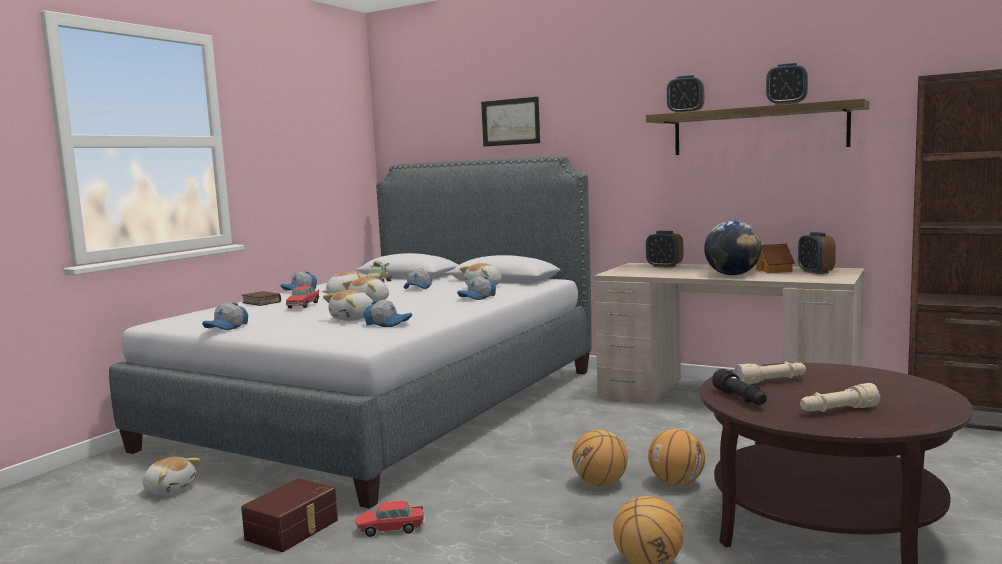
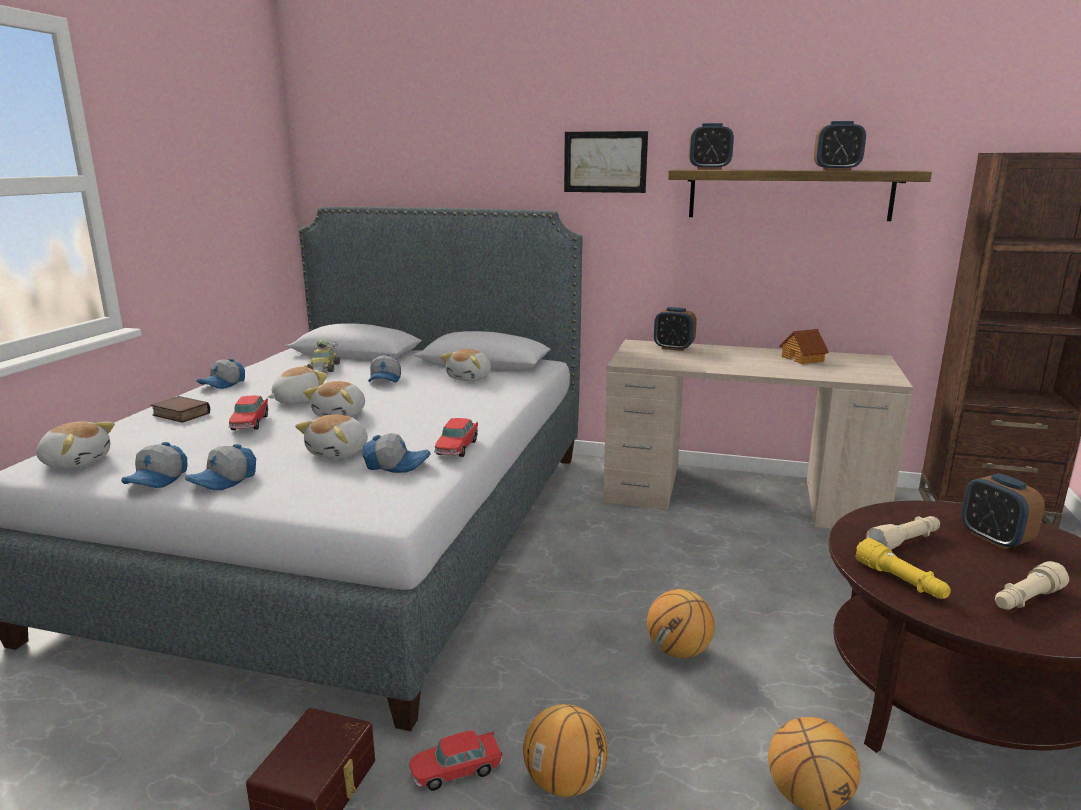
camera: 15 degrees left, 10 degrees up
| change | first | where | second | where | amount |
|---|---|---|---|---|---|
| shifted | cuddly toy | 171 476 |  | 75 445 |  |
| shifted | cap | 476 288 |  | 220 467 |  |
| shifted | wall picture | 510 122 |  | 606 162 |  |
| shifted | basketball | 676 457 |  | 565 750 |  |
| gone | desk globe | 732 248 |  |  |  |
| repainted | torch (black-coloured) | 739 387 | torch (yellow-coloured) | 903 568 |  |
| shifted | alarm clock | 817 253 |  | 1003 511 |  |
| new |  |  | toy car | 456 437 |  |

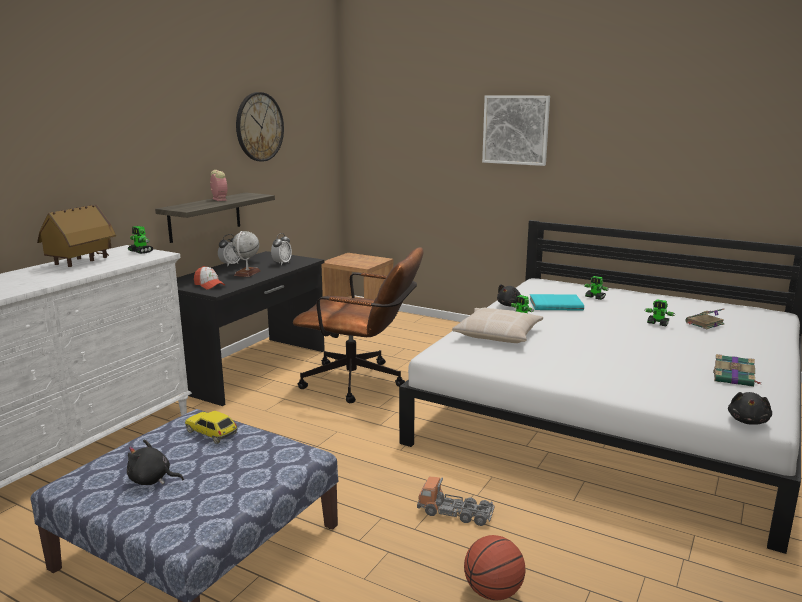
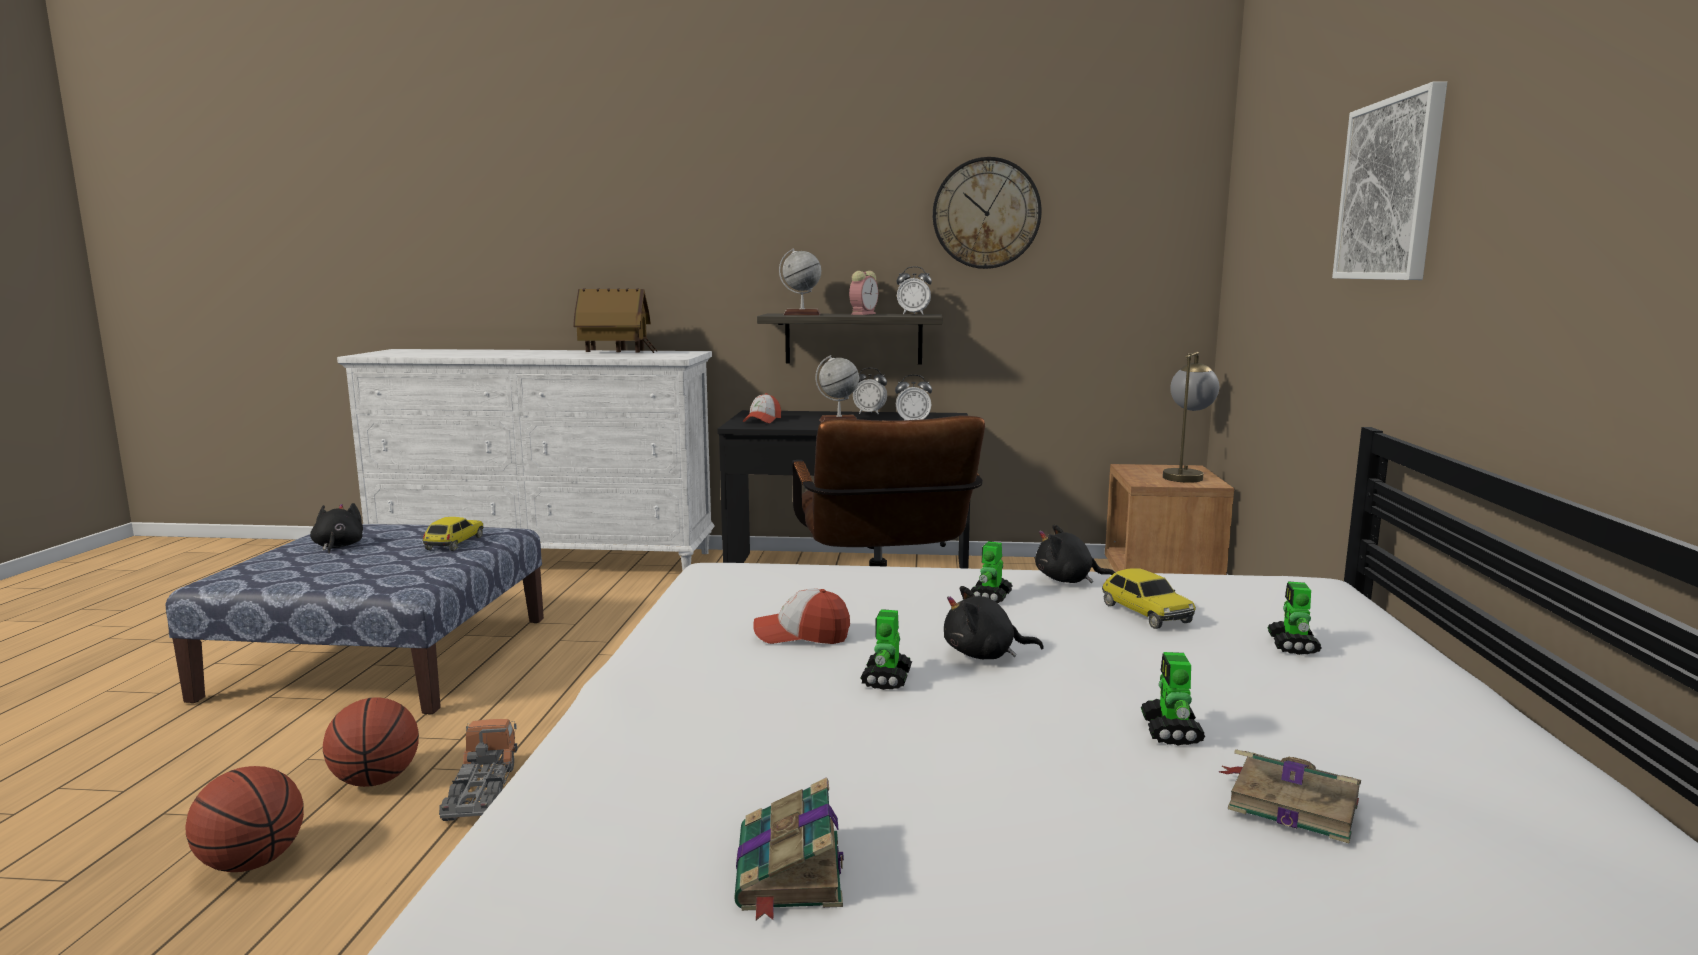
camera: 65 degrees right, 5 degrees down
| change | first | where | second | where | amount |
|---|---|---|---|---|---|
| shifted | model robot | 140 240 |  | 886 649 |  |
| gone | throw pillow (beige-coloured) | 497 325 |  |  |  |
| swapped | book (turquoise-coloured) | 557 302 | toy car | 1149 598 |  |
| shifted | cuddly toy (black-coloured) | 750 408 |  | 994 622 |  |
| new |  |  | basketball | 371 742 |  |
| new |  |  | cap | 801 616 |  |
| new |  |  | desk globe | 800 281 |  |
| new |  |  | alarm clock | 914 290 |  |
| new |  |  | table lamp | 1191 417 |  |

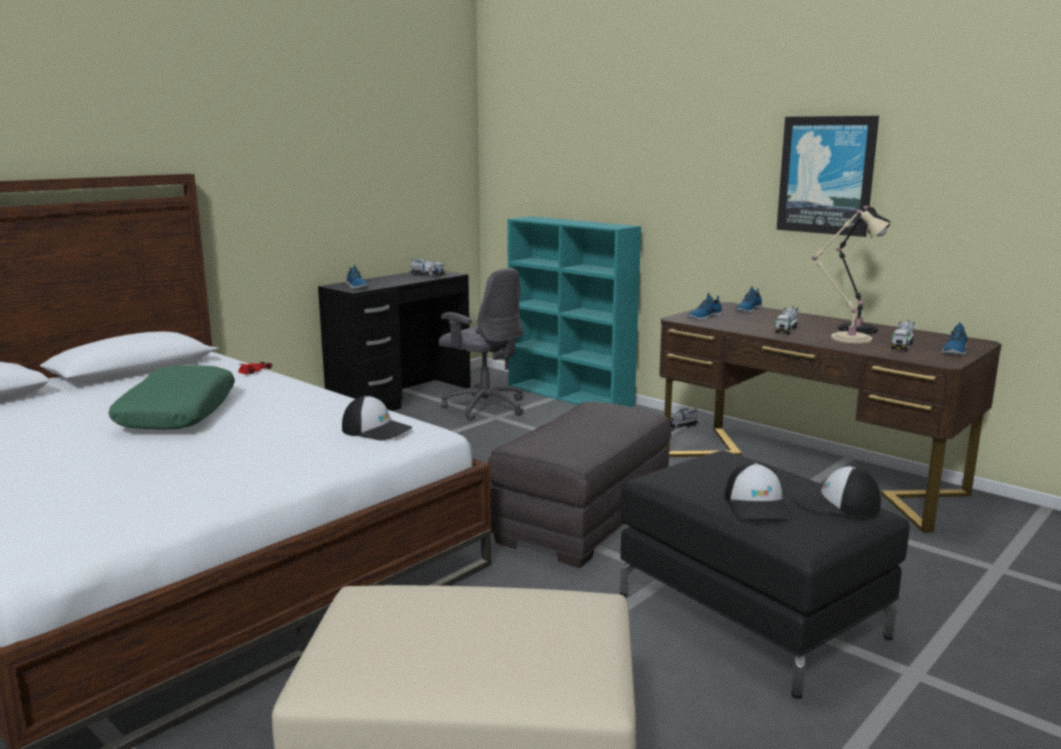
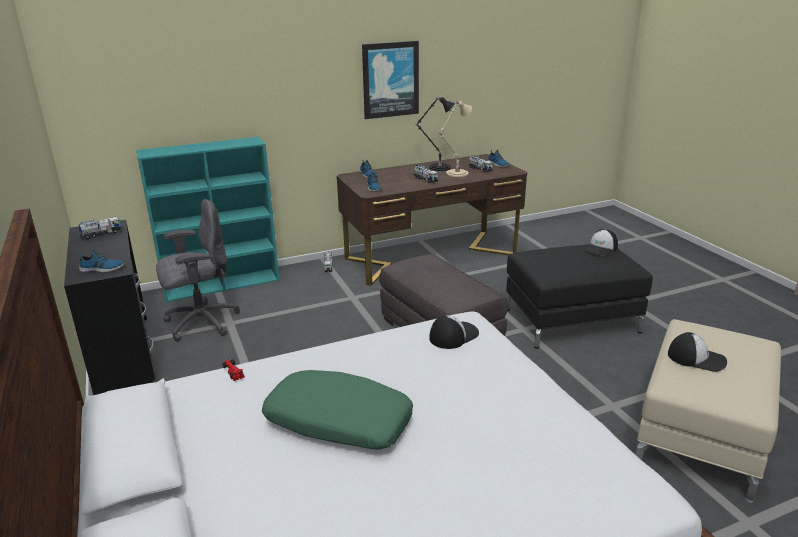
camera: 65 degrees left, 10 degrees up
| change | first | where | second | where | amount |
|---|---|---|---|---|---|
| shifted | cap | 758 490 |  | 697 352 |  |

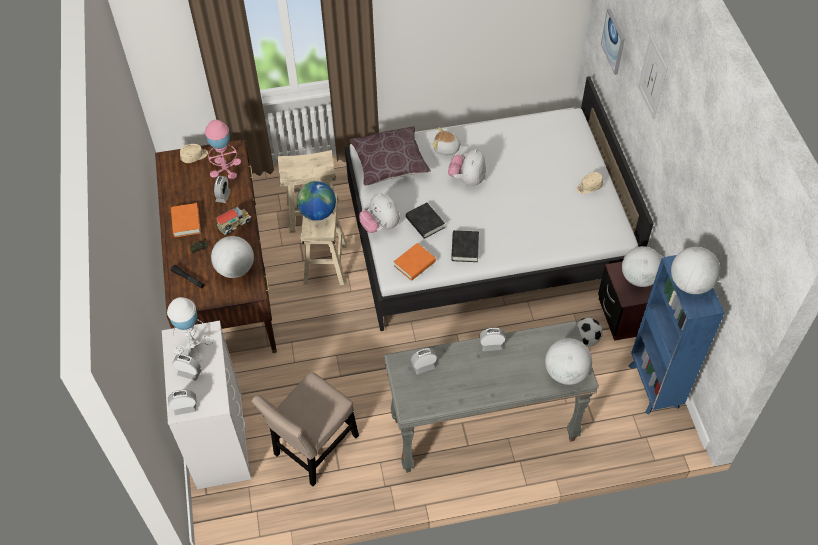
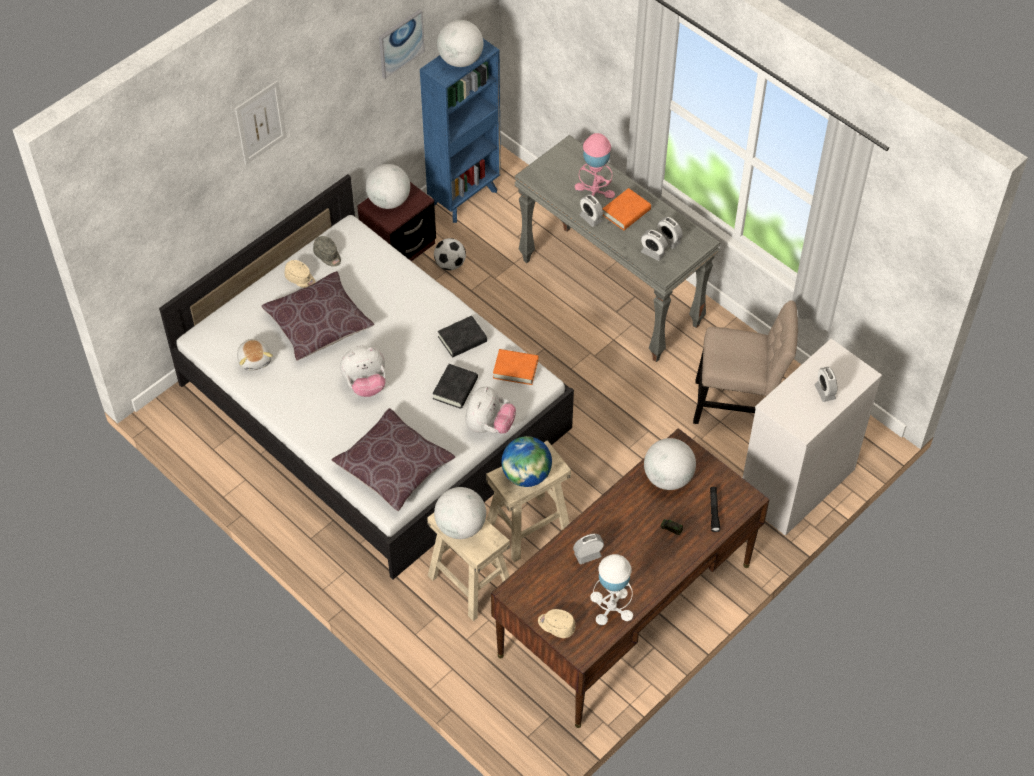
camera: 125 degrees left, 0 degrees up
| change | first | where | second | where | amount |
|---|---|---|---|---|---|
| shifted | table lamp (whitish) | 190 329 |  | 611 589 |  |
| shifted | alarm clock | 182 402 |  | 670 233 |  |
| shifted | book (orange) | 186 220 |  | 626 209 |  |
| shifted | table lamp (pinkish) | 223 149 |  | 595 166 |  |
| gone | model truck | 233 221 |  |  |  |
| shifted | cuddly toy | 448 141 |  | 255 355 |  |
| shifted | desk globe | 568 361 |  | 460 513 |  |
| shifted | wall picture | 613 42 |  | 402 44 |  |
| new |  |  | throw pillow (brown-coloured) | 317 316 |  |
| new |  |  | cap (greyish) | 327 251 |  |

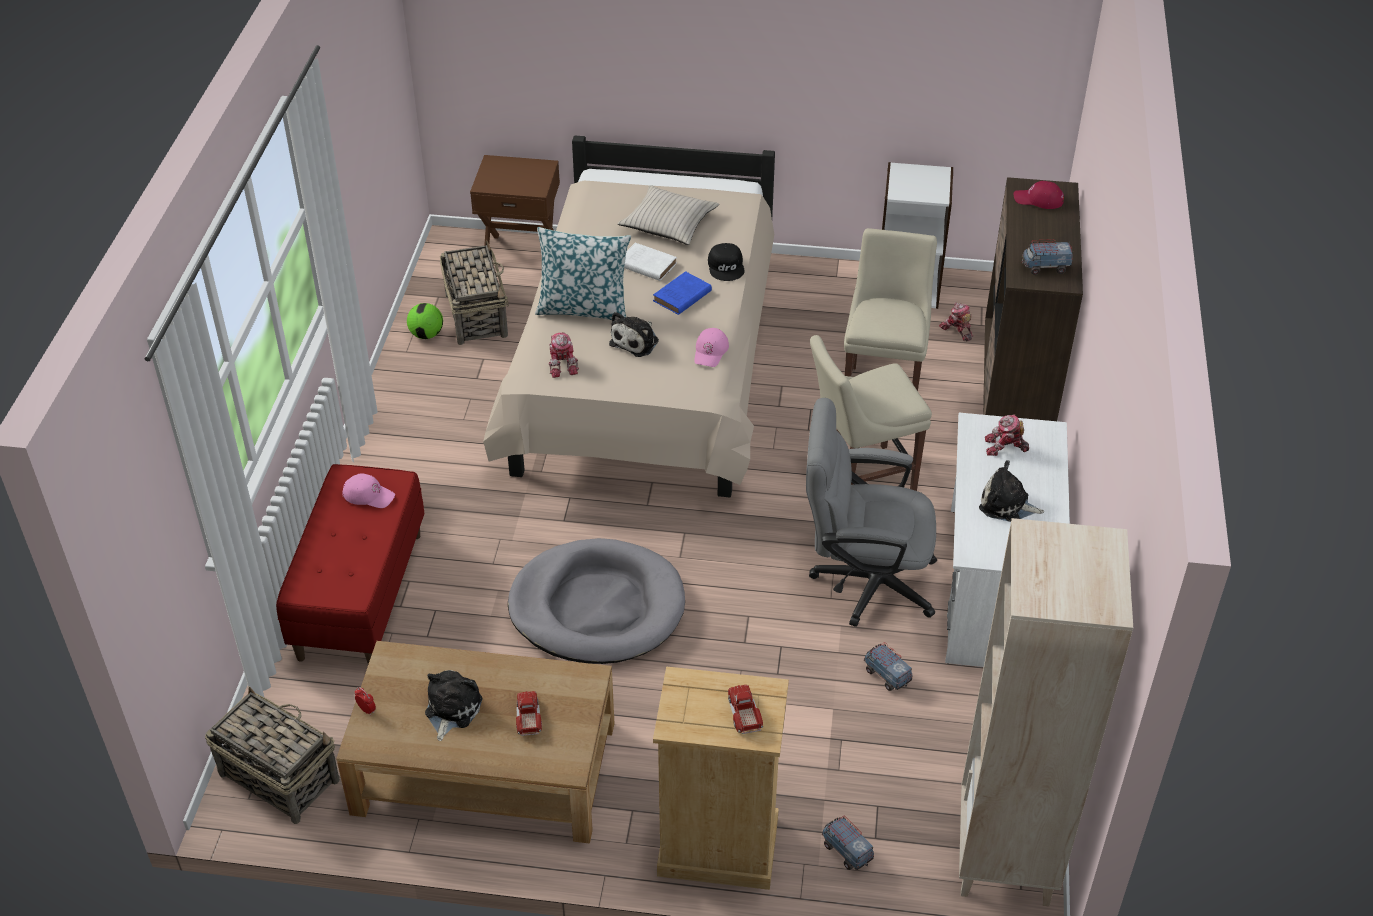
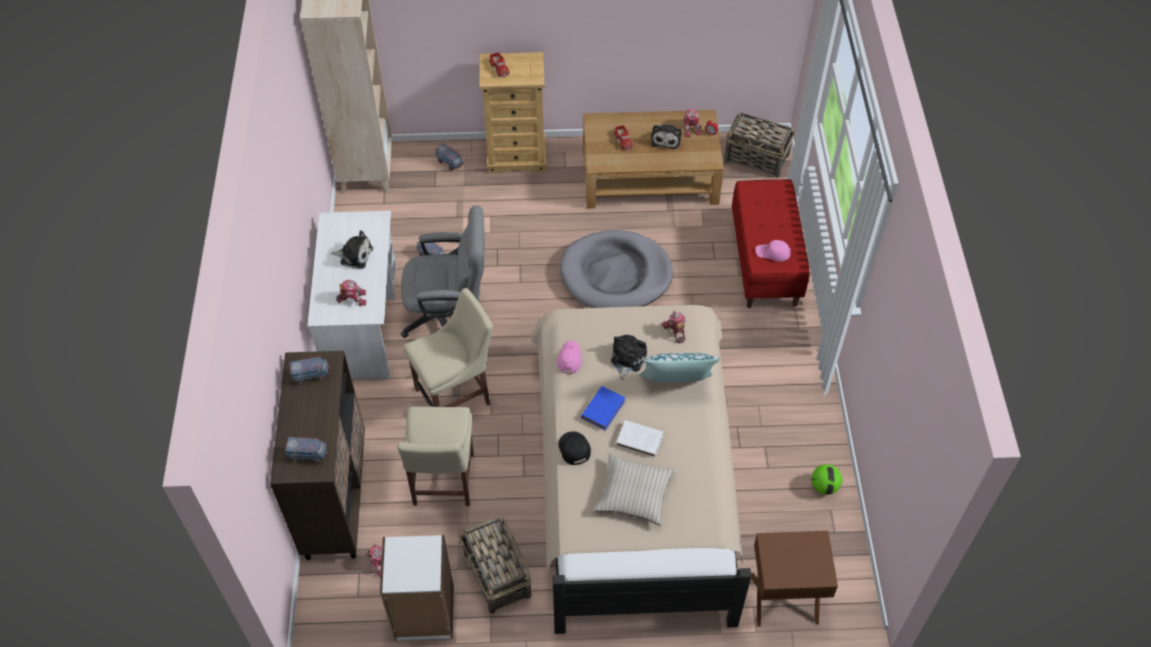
camera: 170 degrees right, 10 degrees up
| change | first | where | second | where | amount |
|---|---|---|---|---|---|
| shifted | basket | 474 292 |  | 495 565 |  |
| swapped | cap (red-coloured) | 1039 195 | model truck | 306 450 |  |
| new |  |  | model robot | 692 123 |  |

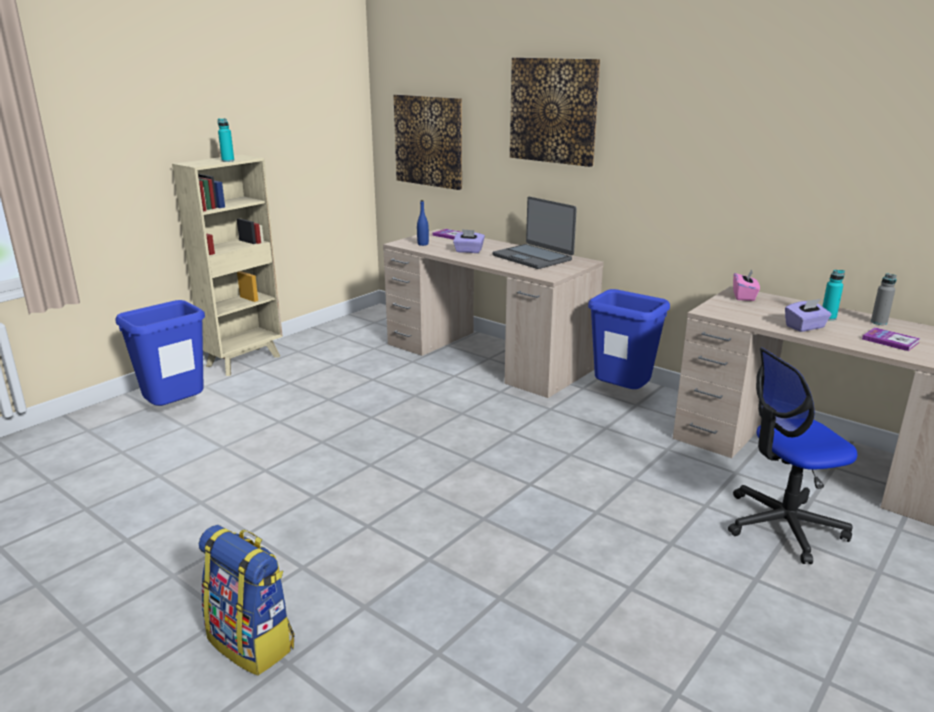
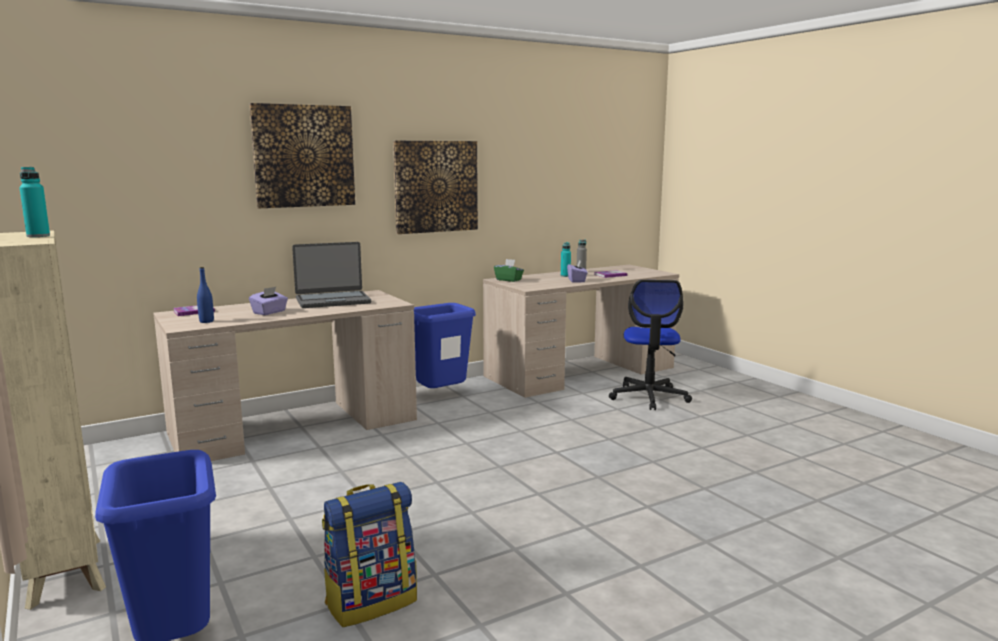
camera: 70 degrees left, 10 degrees down
| change | first | where | second | where | amount |
|---|---|---|---|---|---|
| shifted | knapsack | 247 600 |  | 369 554 |  |
| shifted | wall picture | 427 142 |  | 435 187 |  |
| repainted | tissue box (pinkish) | 746 285 | tissue box (green-coloured) | 509 270 |  |

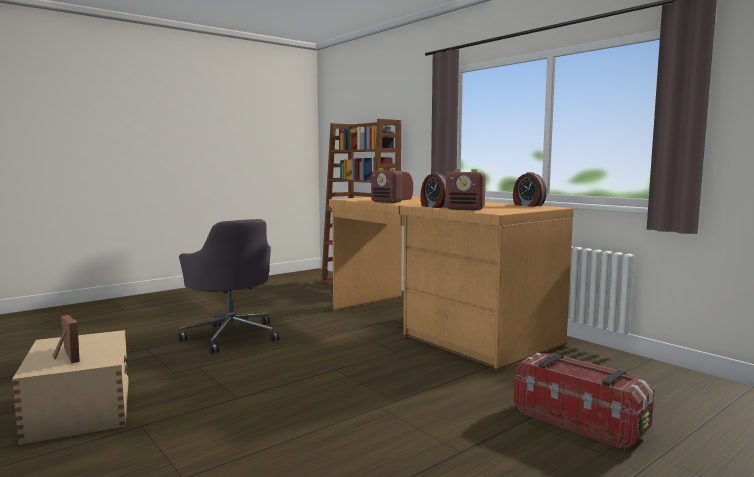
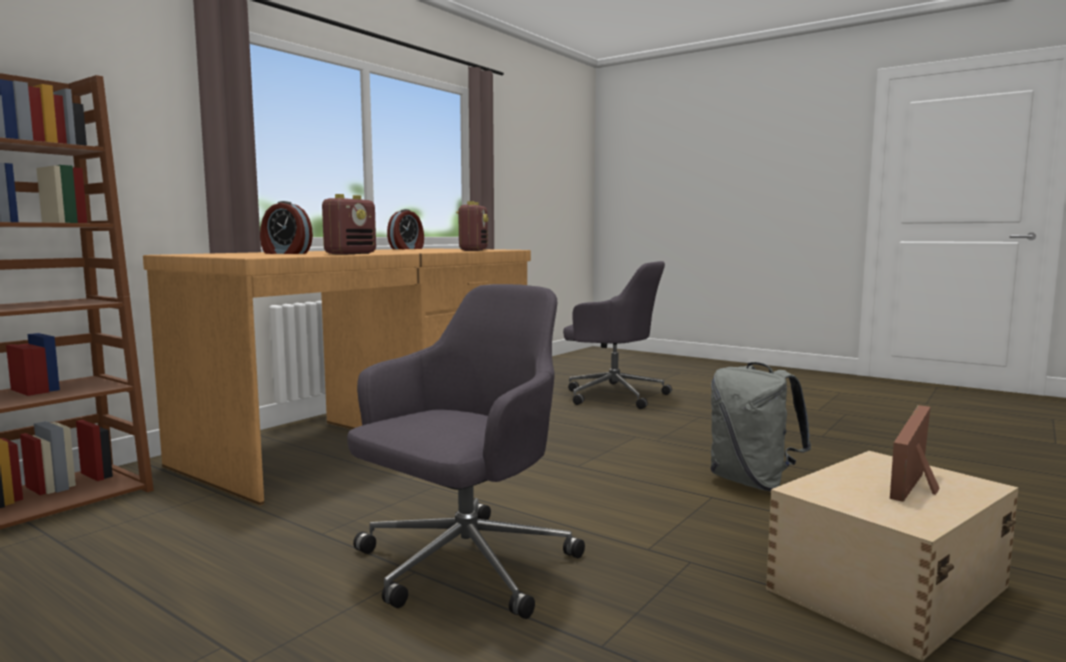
camera: 105 degrees left, 0 degrees up
| change | first | where | second | where | amount |
|---|---|---|---|---|---|
| gone | alarm clock | 433 190 |  |  |  |
| swapped | storage box | 584 401 | computer chair (greyish) | 617 335 |  |
| new |  |  | knapsack (greyish) | 760 426 |  |

